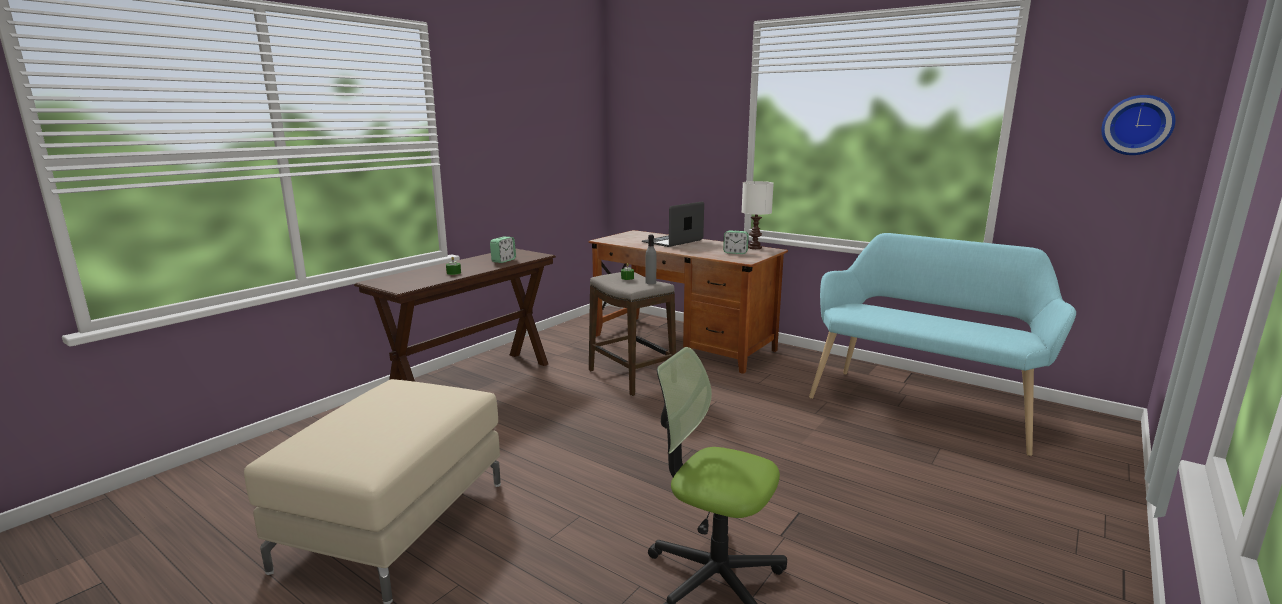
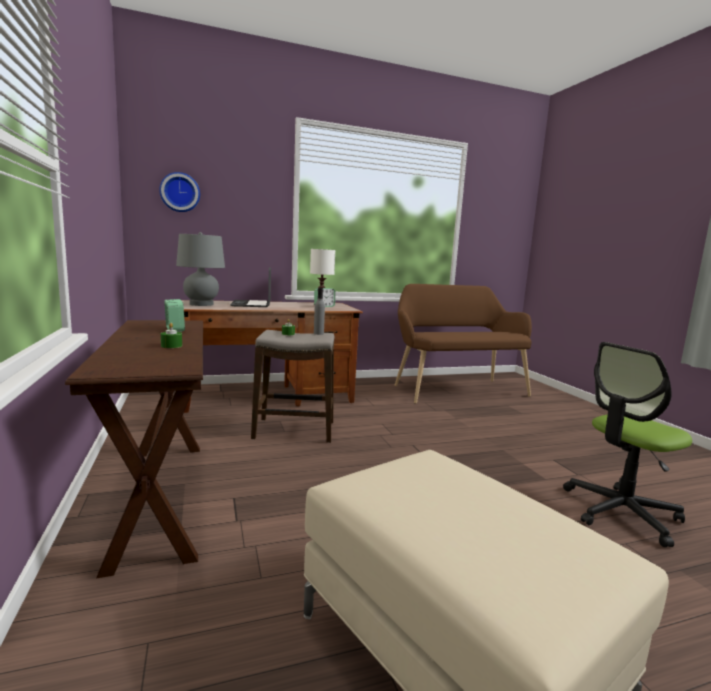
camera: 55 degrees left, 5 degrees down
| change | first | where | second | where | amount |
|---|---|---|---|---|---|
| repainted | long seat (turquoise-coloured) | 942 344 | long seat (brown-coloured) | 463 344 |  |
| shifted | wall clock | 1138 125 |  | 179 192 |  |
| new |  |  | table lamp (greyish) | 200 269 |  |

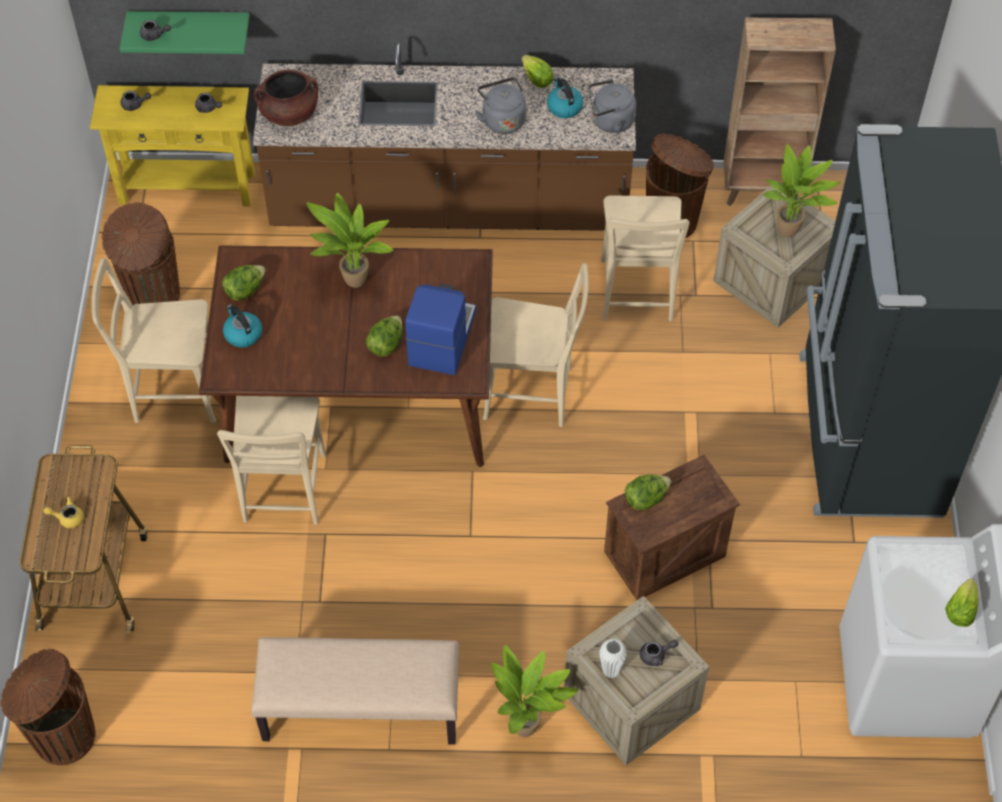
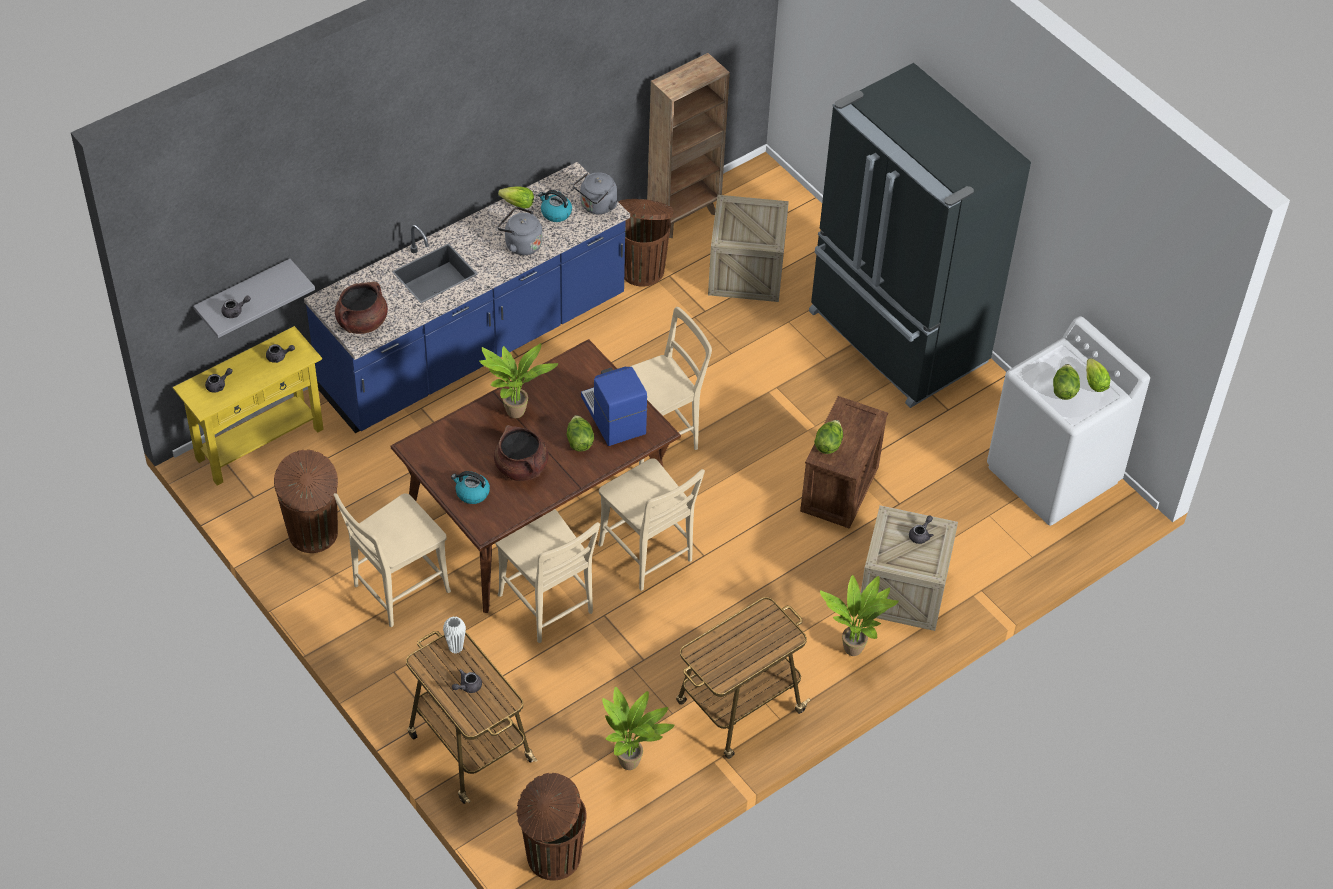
camera: 40 degrees left, 5 degrees down
| change | first | where | second | where | amount |
|---|---|---|---|---|---|
| repainted | teapot (yellow-coloured) | 63 512 | teapot (greyish) | 467 681 |  |
| repainted | wall shelf (green-coloured) | 185 32 | wall shelf (greyish) | 254 298 |  |
| shifted | lettuce head | 243 283 |  | 1066 382 |  |
| swapped | long seat (beige-coloured) | 355 691 | trolley | 743 678 |  |
| repainted | kitchen base unit (brown-coloured) | 444 137 | kitchen base unit (bluish) | 467 297 |  |
| shifted | vase (whitish) | 613 658 |  | 454 635 |  |
| shifted | plain chair (beige-coloured) | 645 258 |  | 651 524 |  |
| shifted | houseplant | 801 190 |  | 638 728 |  |
| new |  |  | cooking pot (brown-coloured) | 521 453 |  |

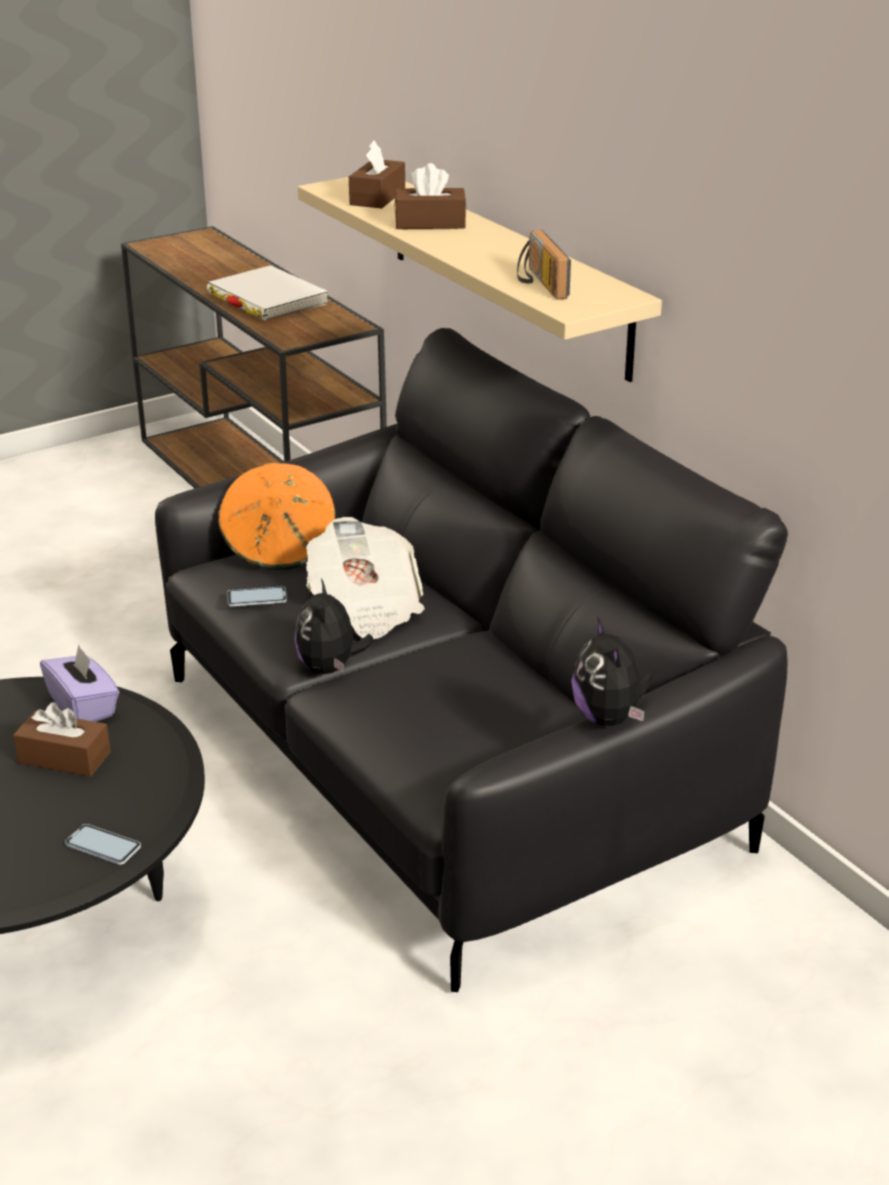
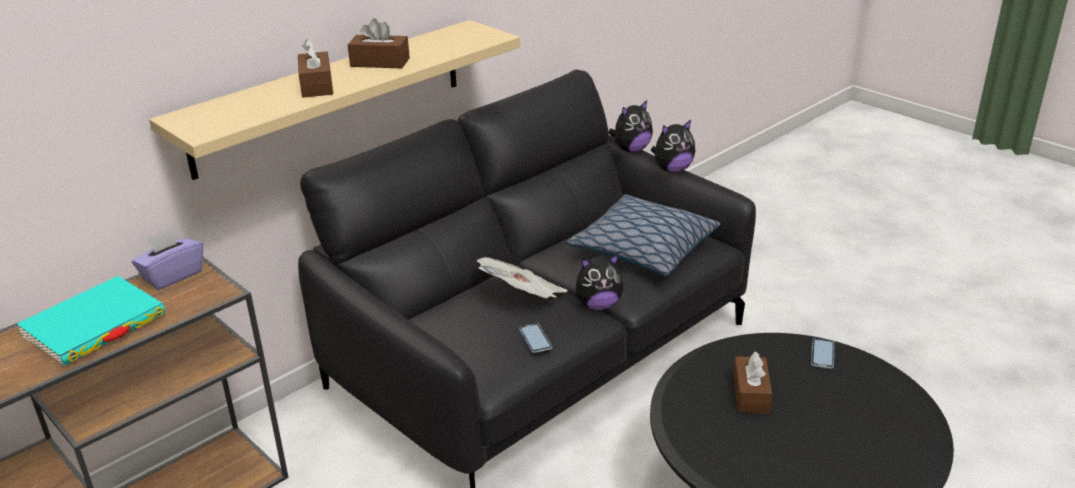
camera: 100 degrees left, 0 degrees up
| change | first | where | second | where | amount |
|---|---|---|---|---|---|
| shifted | tissue box (purple-coloured) | 79 683 |  | 167 259 |  |
| repainted | book (whitish) | 267 292 | book (turquoise-coloured) | 91 321 |  |
| gone | hat (orange) | 277 516 |  |  |  |
| shifted | tissue box (brown-coloured) | 377 174 |  | 378 43 |  |
| gone | radio set | 544 265 |  |  |  |
| new |  |  | throw pillow | 643 235 |  |
| new |  |  | cuddly toy | 630 126 |  |

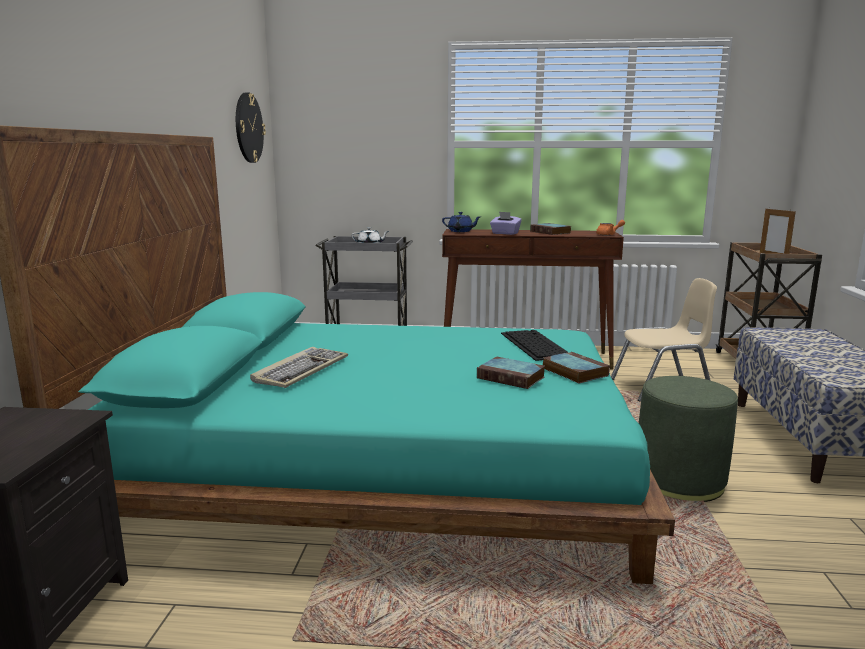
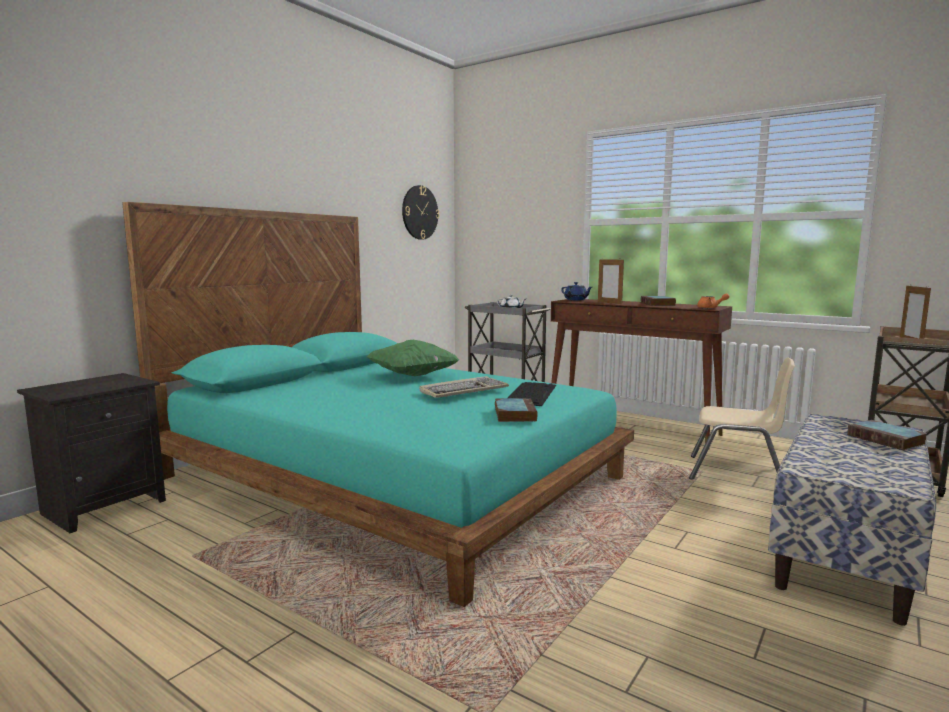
camera: 30 degrees right, 5 degrees down
| change | first | where | second | where | amount |
|---|---|---|---|---|---|
| shifted | keyboard | 299 367 |  | 464 387 |  |
| shifted | book | 511 373 |  | 887 435 |  |
| swapped | tissue box (purple-coloured) | 506 223 | photo frame | 611 281 |  |
| gone | footrest (green-coloured) | 688 439 |  |  |  |
| new |  |  | throw pillow (green-coloured) | 413 358 |  |

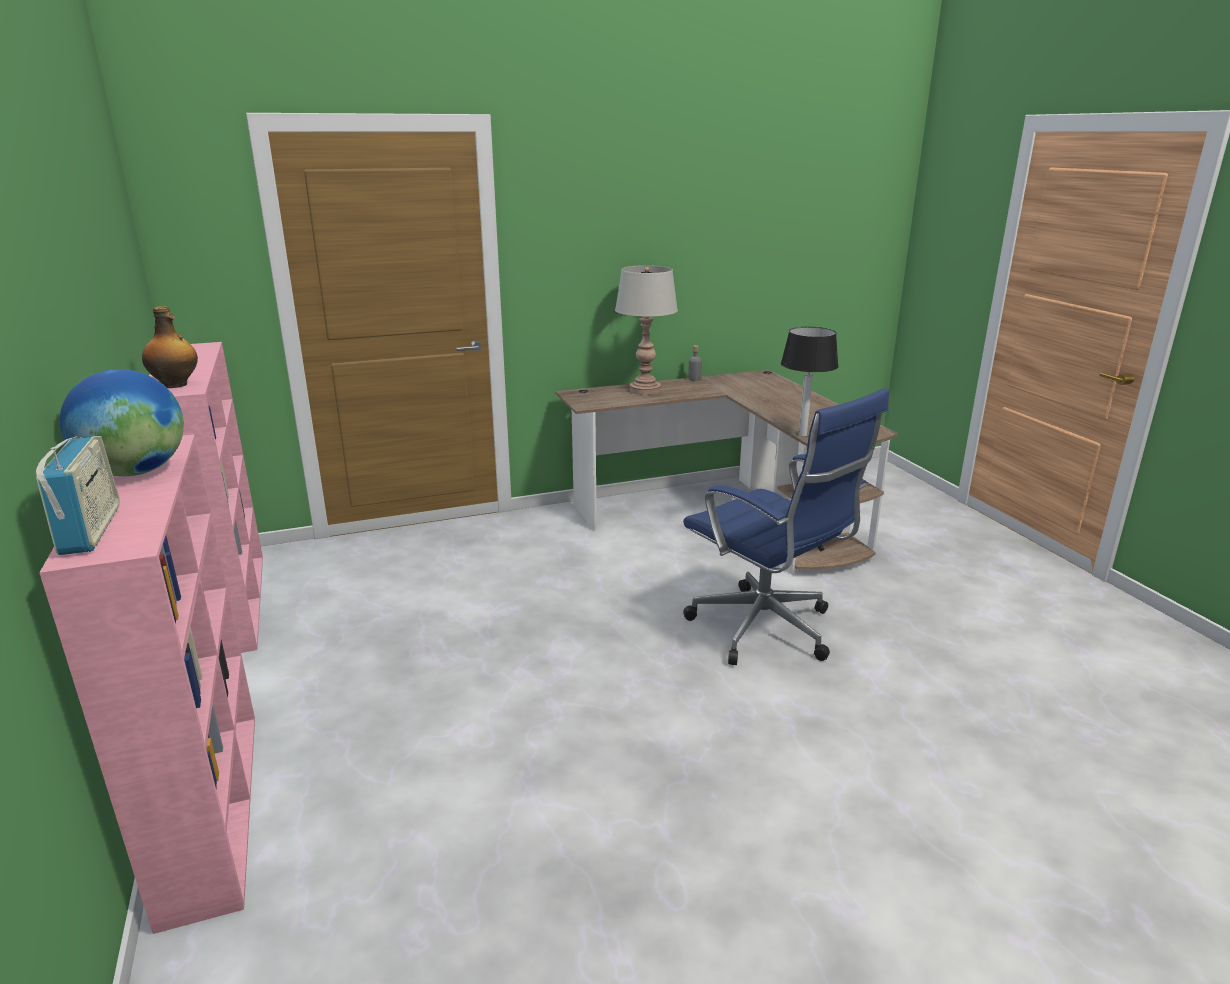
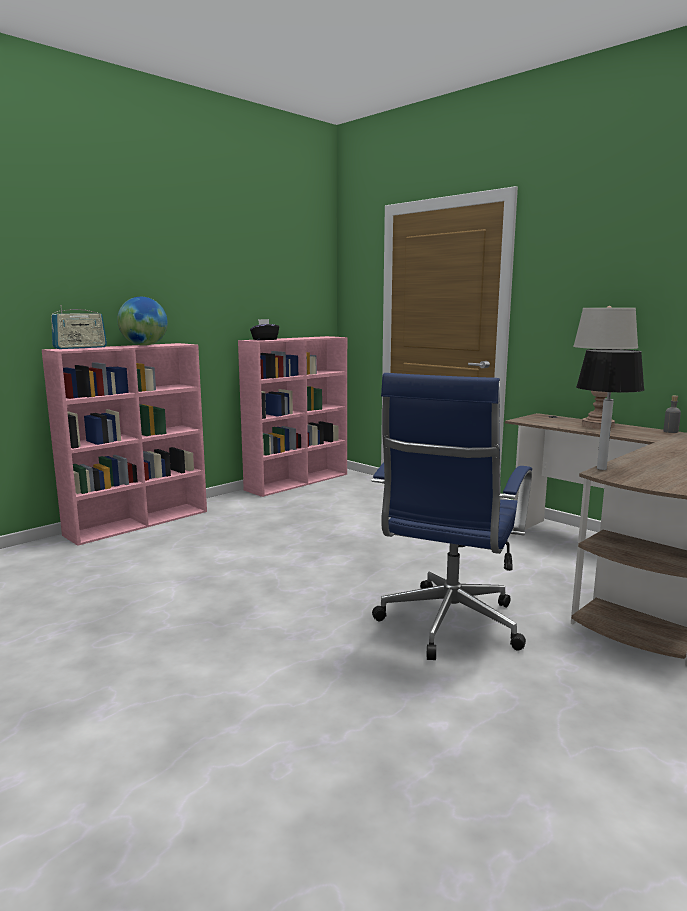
camera: 65 degrees right, 10 degrees down
| change | first | where | second | where | amount |
|---|---|---|---|---|---|
| swapped | bottle | 170 347 | tissue box (black-coloured) | 264 329 |  |

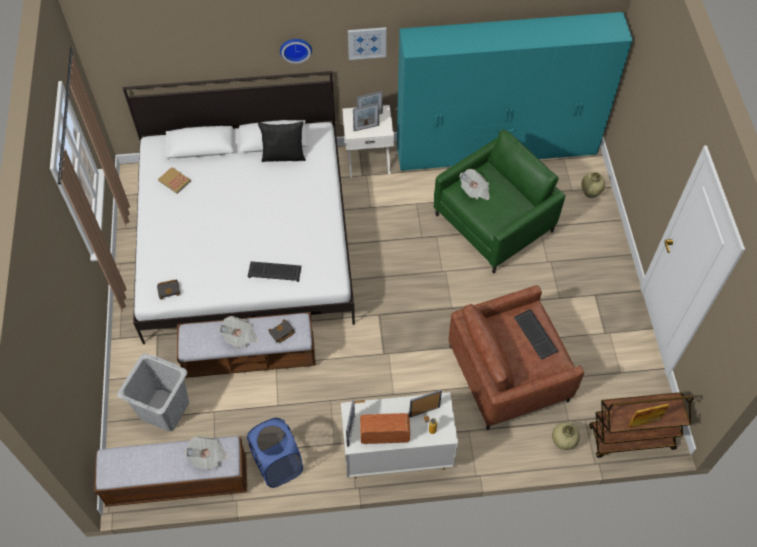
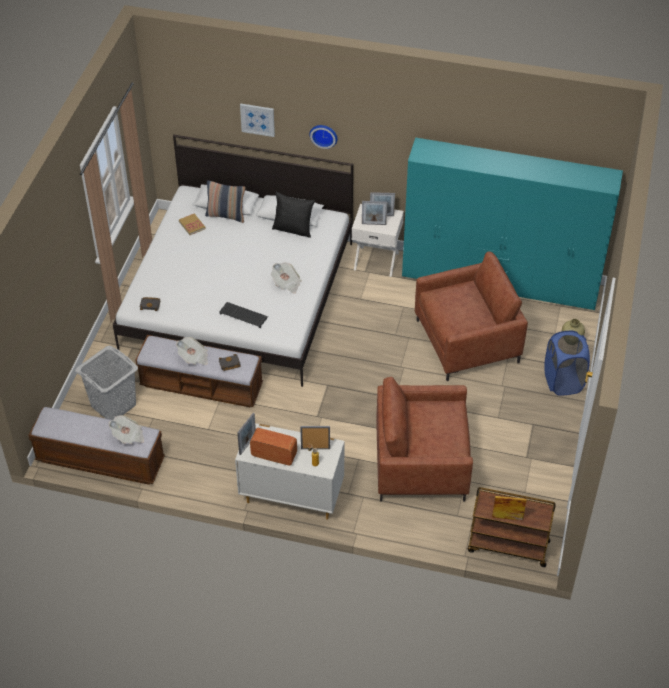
camera: 20 degrees right, 10 degrees down
| change | first | where | second | where | amount |
|---|---|---|---|---|---|
| shifted | washing basket (bluish) | 275 453 |  | 567 363 |  |
| shifted | wall picture | 367 43 |  | 257 120 |  |
| repainted | easy chair (green-coloured) | 499 201 | easy chair (brown-coloured) | 471 316 |  |
| shifted | newspaper | 474 184 |  | 286 277 |  |
| gone | keyboard | 536 334 |  |  |  |
| gone | vase (beige-coloured) | 566 436 |  |  |  |
| new |  |  | throw pillow | 225 201 |  |

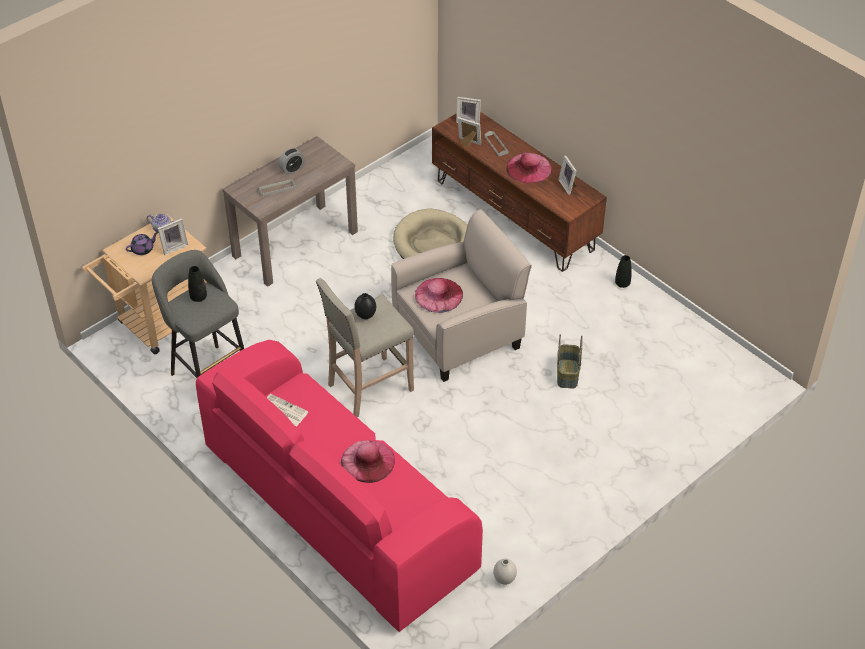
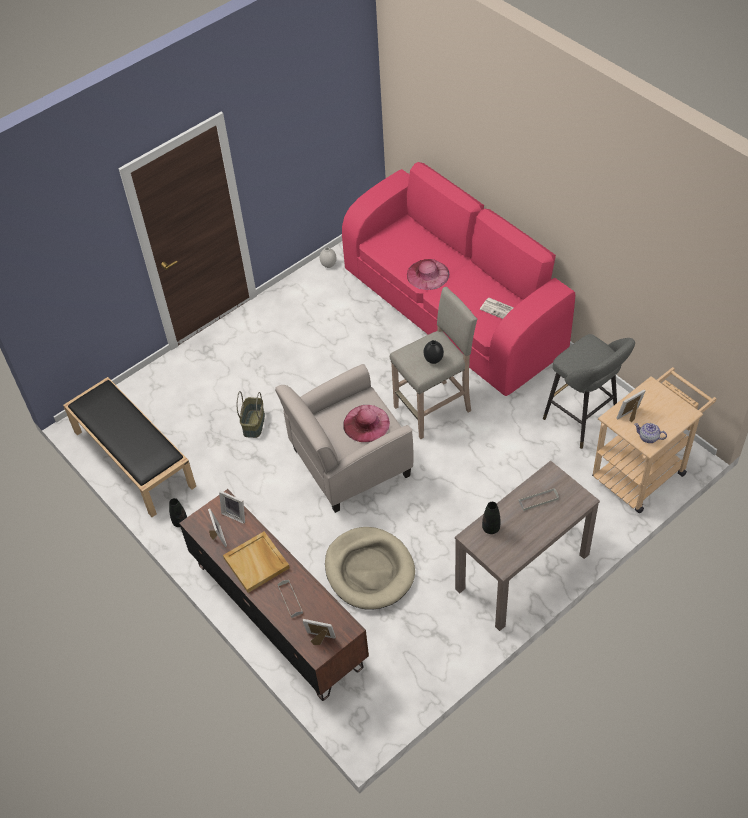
camera: 175 degrees left, 5 degrees up
| change | first | where | second | where | amount |
|---|---|---|---|---|---|
| gone | teapot (purple-coloured) | 142 243 |  |  |  |
| shifted | vase (black-coloured) | 197 284 |  | 491 518 |  |
| gone | alarm clock | 291 161 |  |  |  |
| shifted | photo frame | 469 132 |  | 232 507 |  |
| swapped | hat (pinkish) | 529 168 | tray (beige-coloured) | 256 562 |  |
| new |  |  | long seat (black-coloured) | 129 447 |  |

